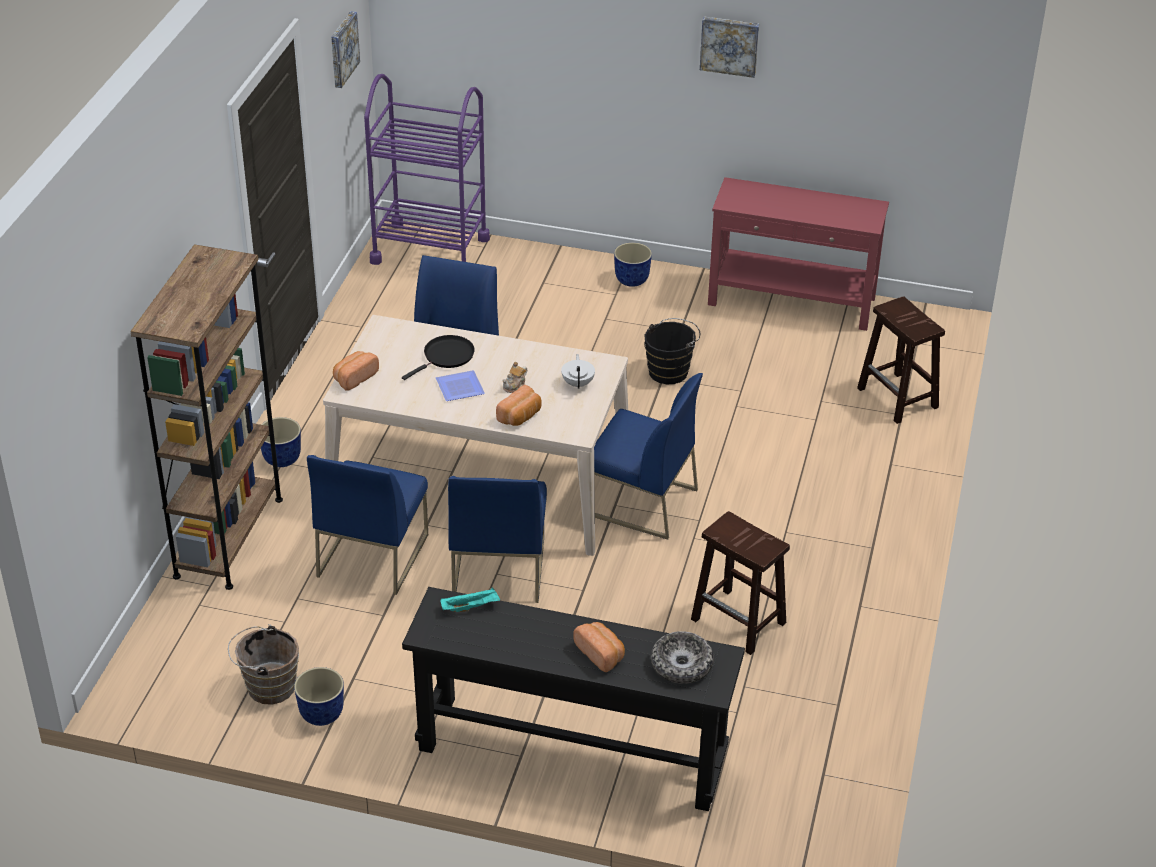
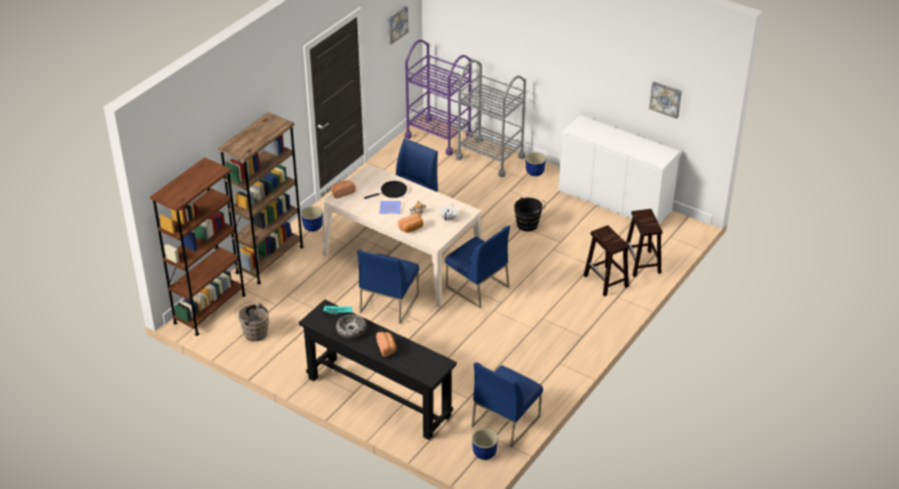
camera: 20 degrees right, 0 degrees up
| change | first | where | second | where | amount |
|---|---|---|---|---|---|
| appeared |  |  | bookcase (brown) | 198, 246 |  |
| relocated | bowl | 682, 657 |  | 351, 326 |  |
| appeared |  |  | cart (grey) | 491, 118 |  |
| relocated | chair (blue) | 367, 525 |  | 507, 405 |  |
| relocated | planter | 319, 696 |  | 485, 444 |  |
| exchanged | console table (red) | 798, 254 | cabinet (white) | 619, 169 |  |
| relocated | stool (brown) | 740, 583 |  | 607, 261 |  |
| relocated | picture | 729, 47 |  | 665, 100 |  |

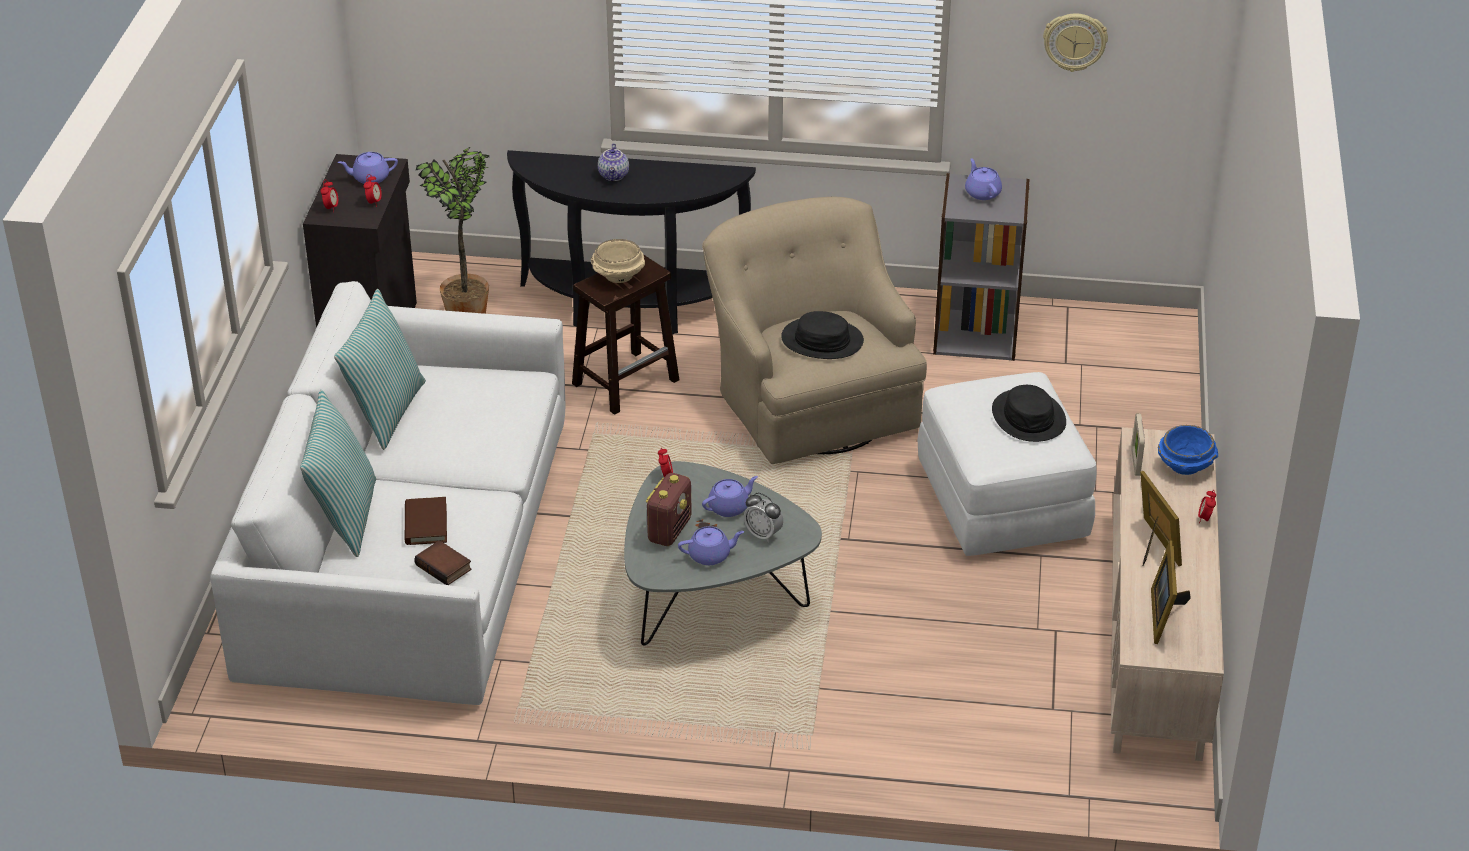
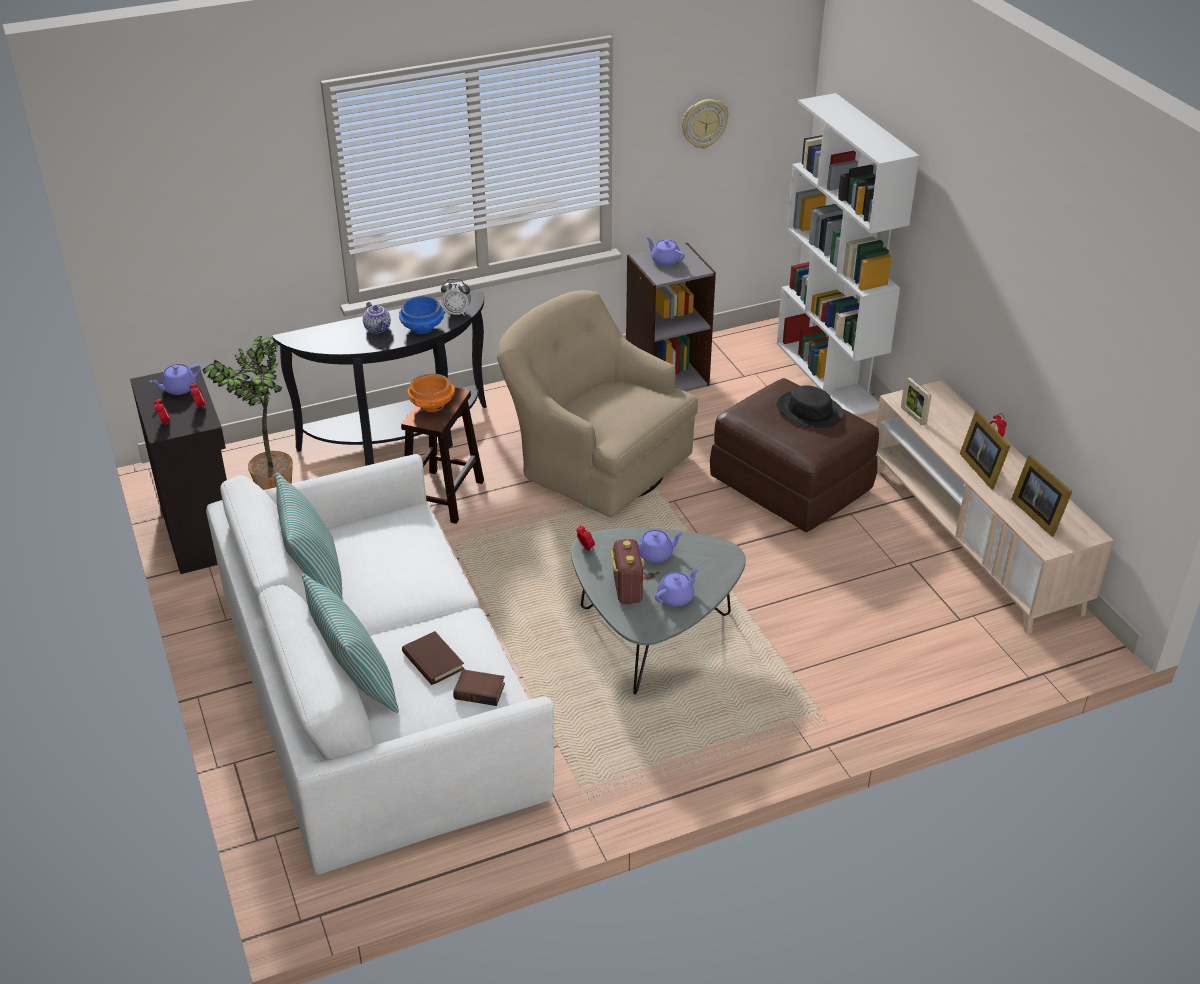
camera: 30 degrees left, 0 degrees up
| change | first | where | second | where | amount |
|---|---|---|---|---|---|
| relocated | bowl (blue) | 1188, 450 |  | 422, 315 |  |
| colour | bowl (beige) | 618, 261 | bowl (orange) | 431, 393 |  |
| relocated | alarm clock | 763, 517 |  | 456, 297 |  |
| spun | teapot (purple) | 730, 496 |  | 661, 546 | 45 degrees clockwise |
| colour | ottoman (white) | 1007, 464 | ottoman (brown) | 794, 455 |  |
| appeared |  |  | bookcase (white) | 848, 254 |  |
| spun | picture frame | 1161, 518 |  | 985, 450 | 150 degrees counterclockwise |
| missing | hat (black) | 822, 335 |  |  |  |

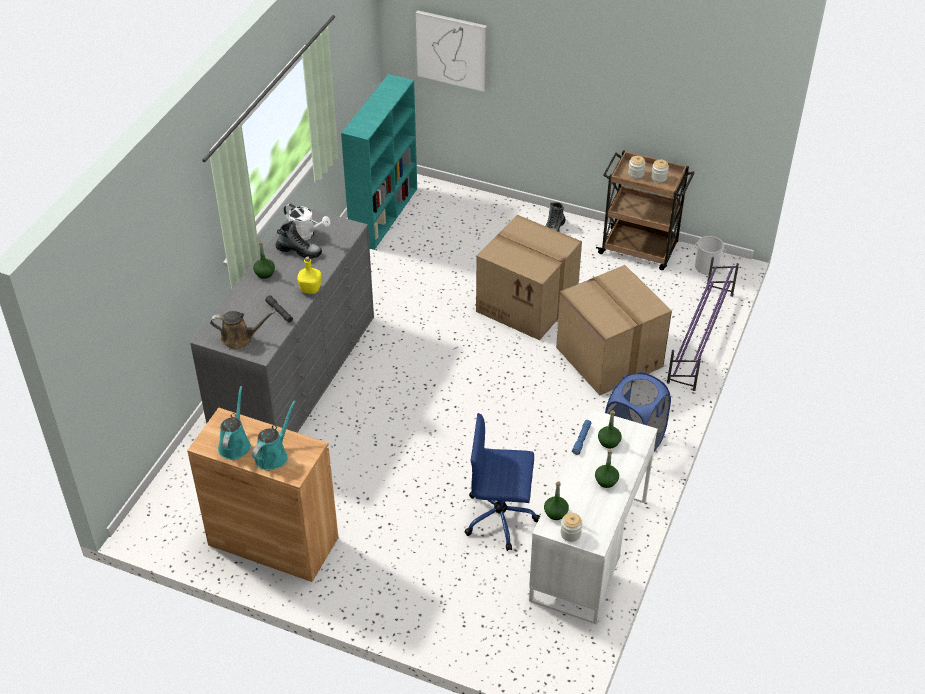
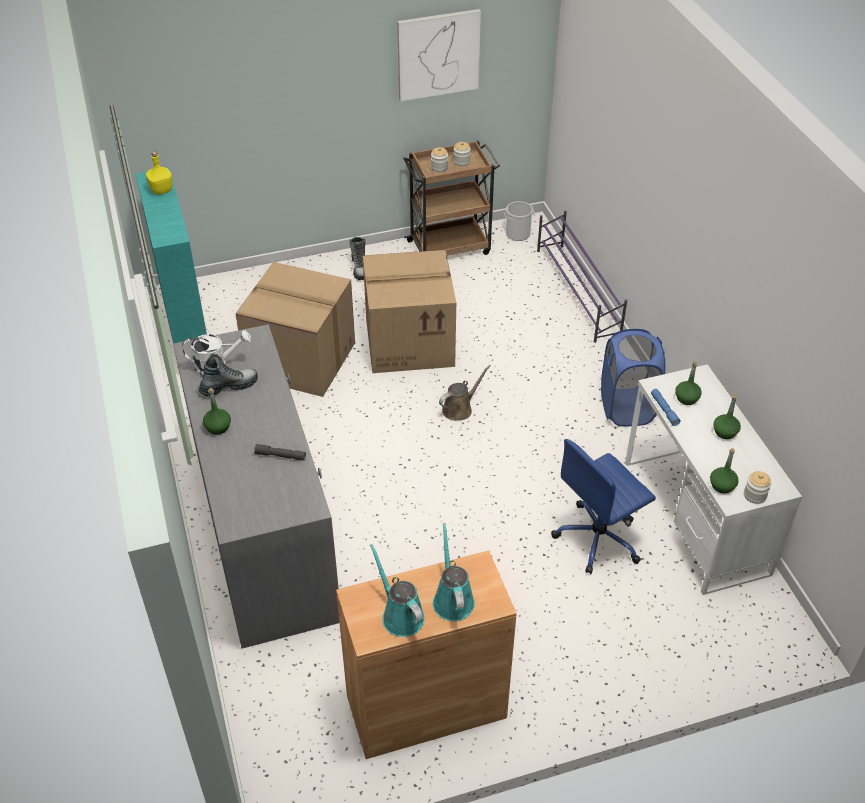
camera: 40 degrees left, 0 degrees up
| change | first | where | second | where | amount |
|---|---|---|---|---|---|
| relocated | bottle (yellow) | 309, 275 |  | 159, 173 |  |
| relocated | cardboard box | 614, 330 |  | 295, 329 |  |
| relocated | picture | 451, 51 |  | 439, 55 |  |
| relocated | watering can (brown) | 242, 330 |  | 465, 393 |  |

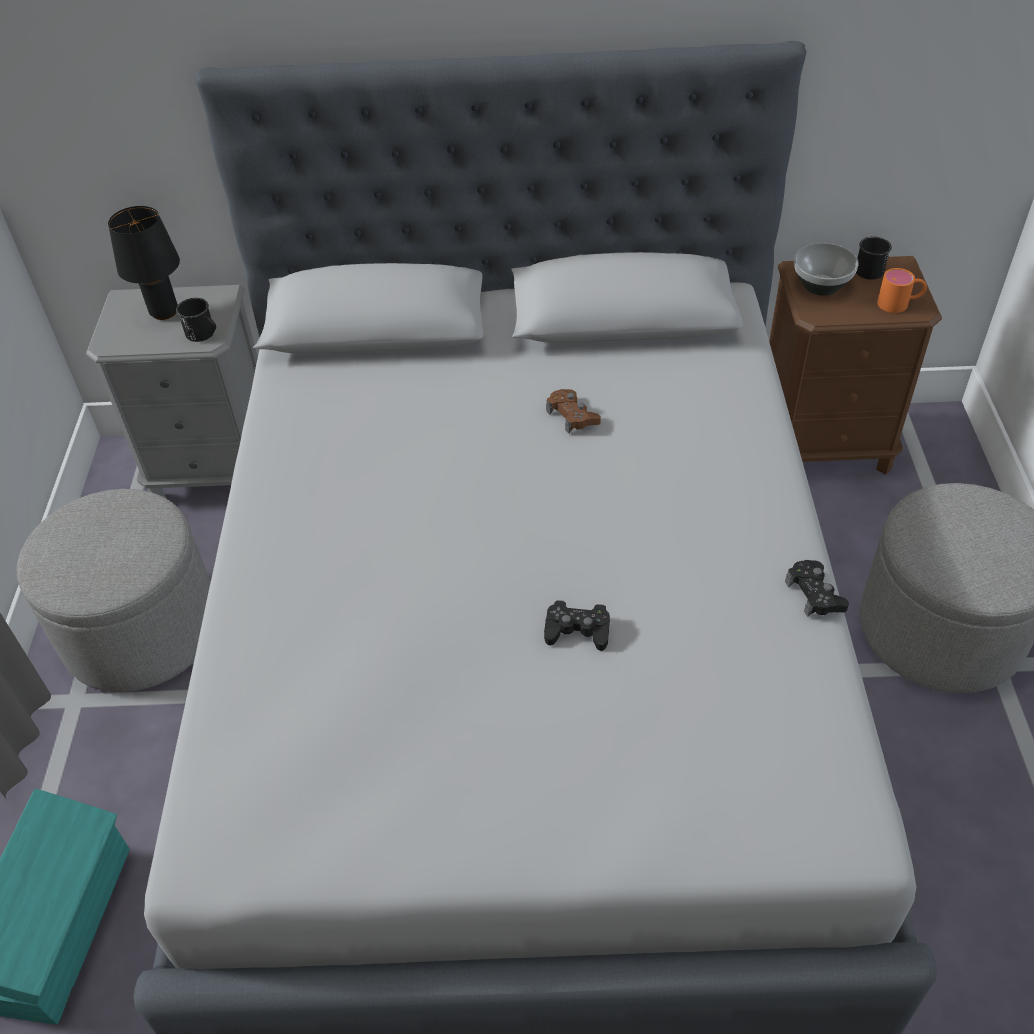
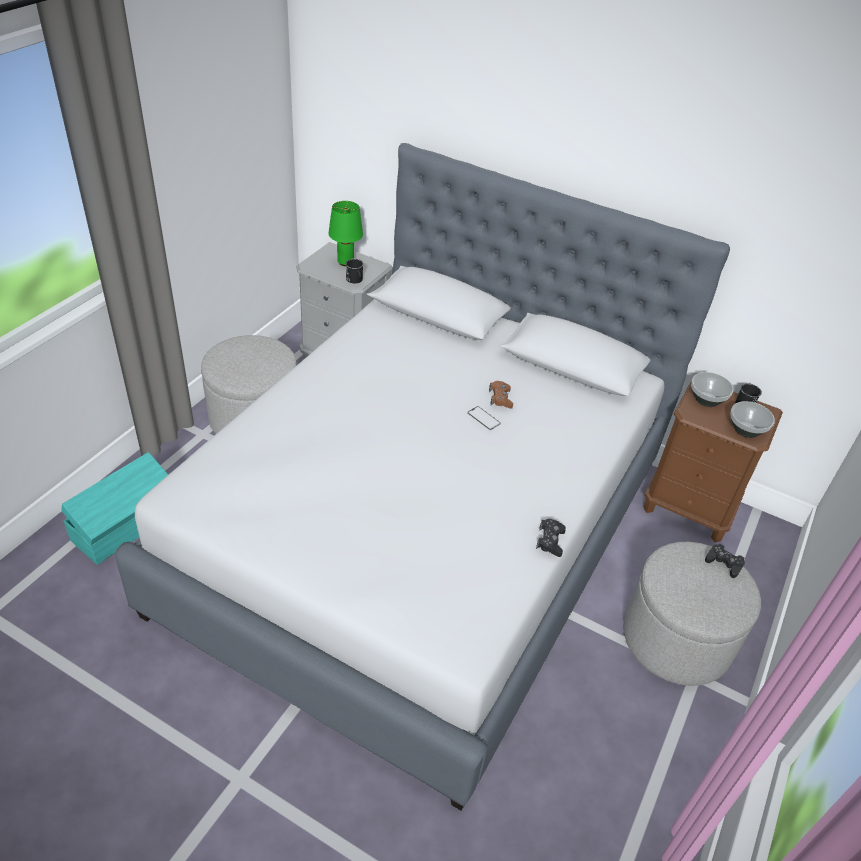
camera: 25 degrees right, 5 degrees down
| change | first | where | second | where | amount |
|---|---|---|---|---|---|
| colour | table lamp (black) | 144, 263 | table lamp (green) | 345, 233 |  |
| appeared |  |  | phone | 484, 418 |  |
| relocated | game controller (black) | 577, 625 |  | 725, 561 |  |
| exchanged | mug (orange) | 902, 290 | bowl | 752, 419 |  |

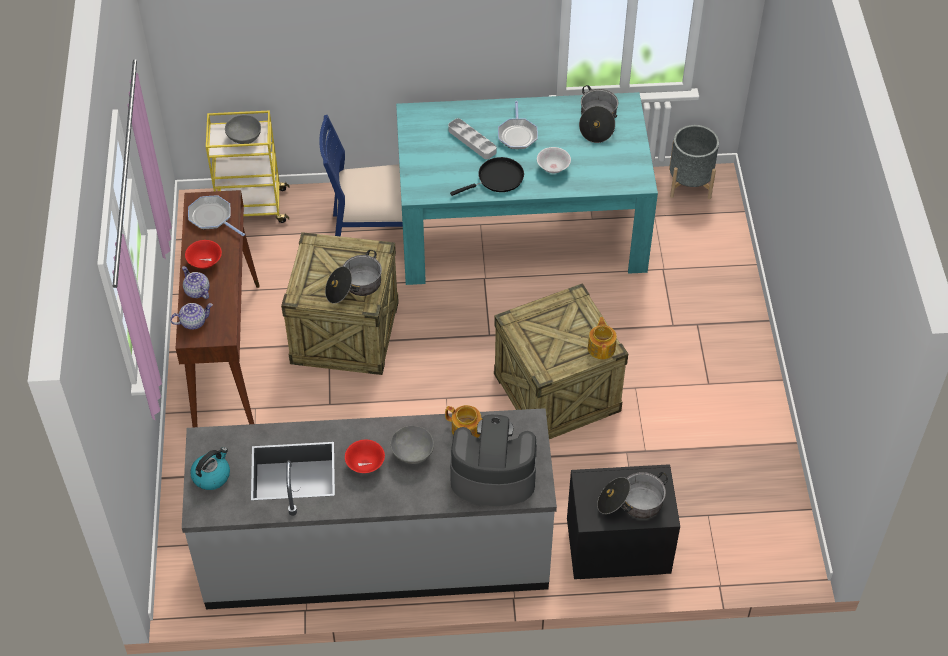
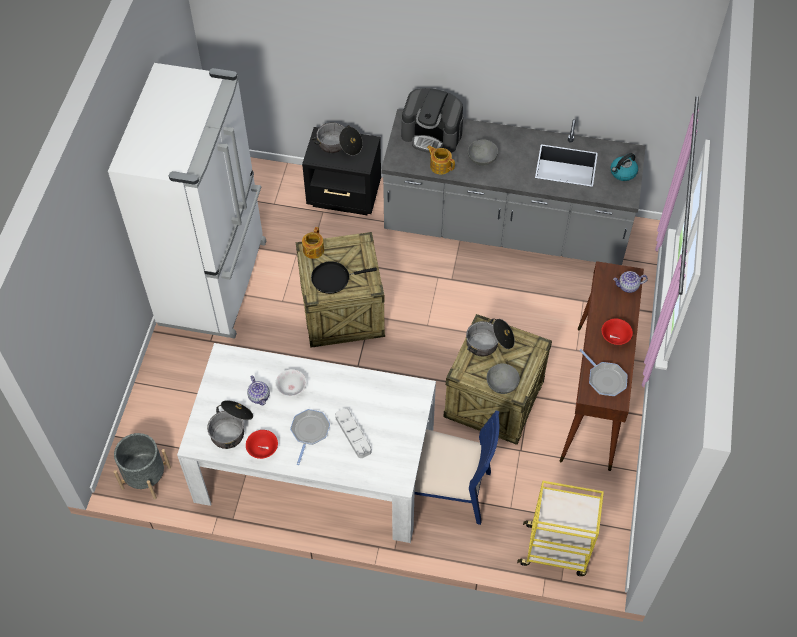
camera: 165 degrees left, 5 degrees up
| change | first | where | second | where | amount |
|---|---|---|---|---|---|
| appeared |  |  | fridge (white) | 187, 201 |  |
| colour | dining table (turquoise) | 527, 188 | dining table (white) | 306, 443 |  |
| relocated | bowl (red) | 365, 456 |  | 262, 444 |  |
| relocated | teapot | 195, 282 |  | 258, 390 |  |
| relocated | frying pan (black) | 487, 176 |  | 344, 277 |  |
| relocated | bowl (grey) | 243, 129 |  | 503, 378 |  |

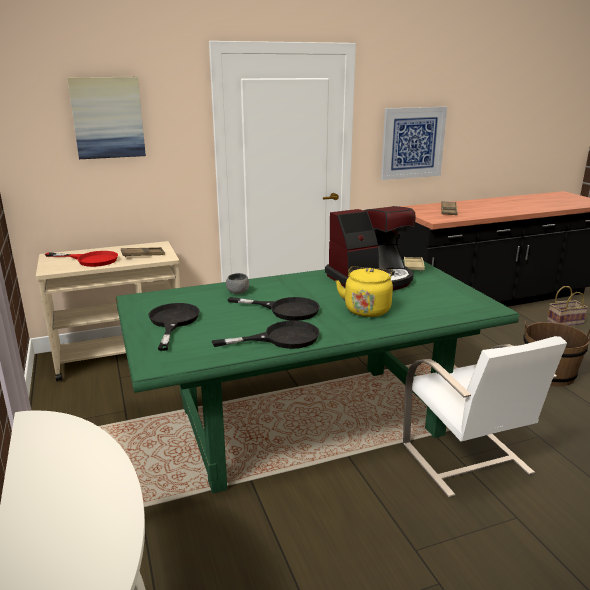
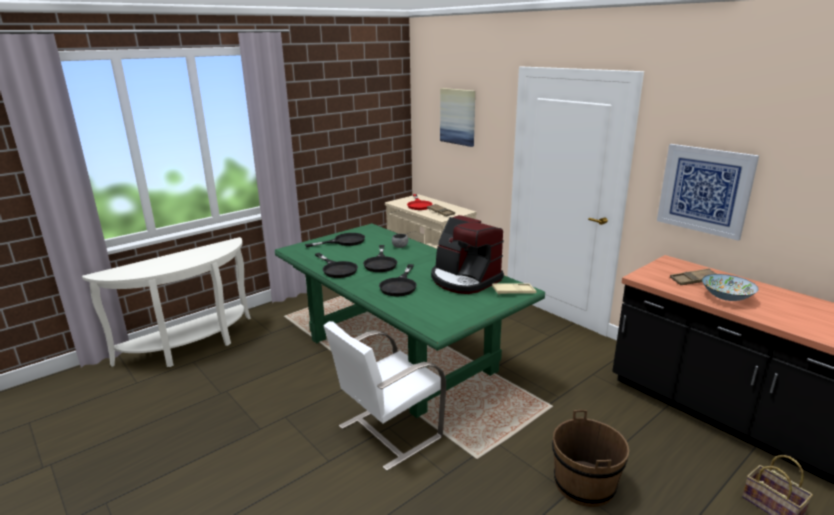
camera: 70 degrees right, 0 degrees up
| change | first | where | second | where | amount |
|---|---|---|---|---|---|
| exchanged | kettle (yellow) | 365, 292 | frying pan (black) | 398, 280 |  |
| appeared |  |  | bowl | 730, 287 |  |

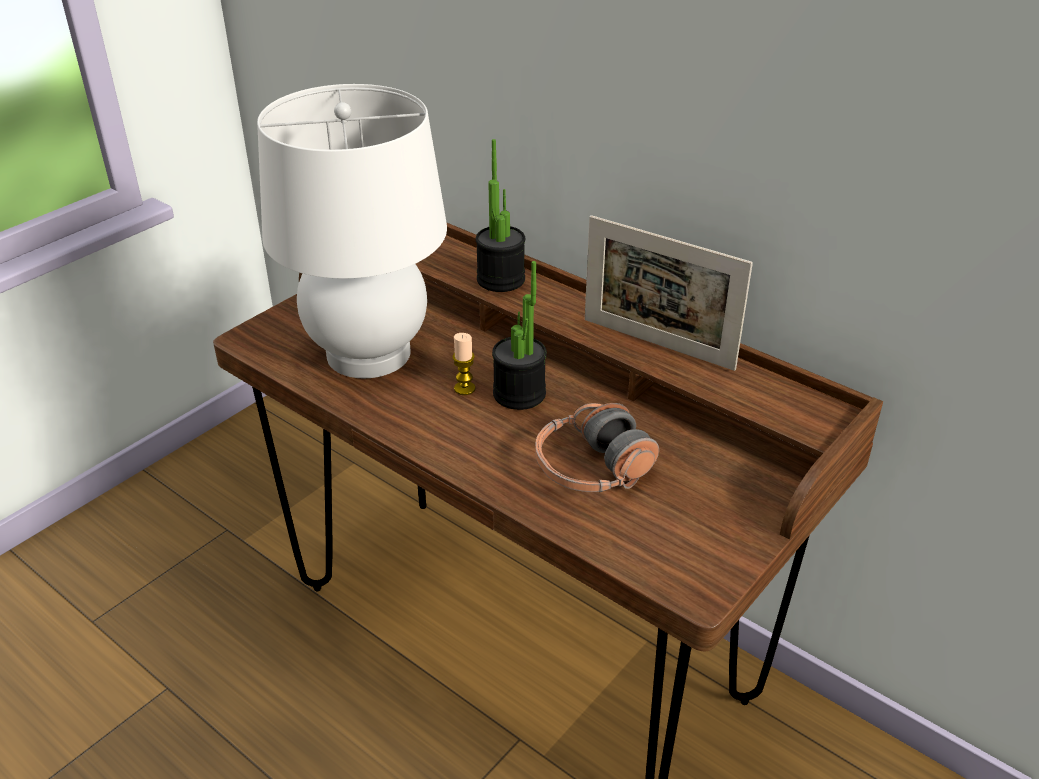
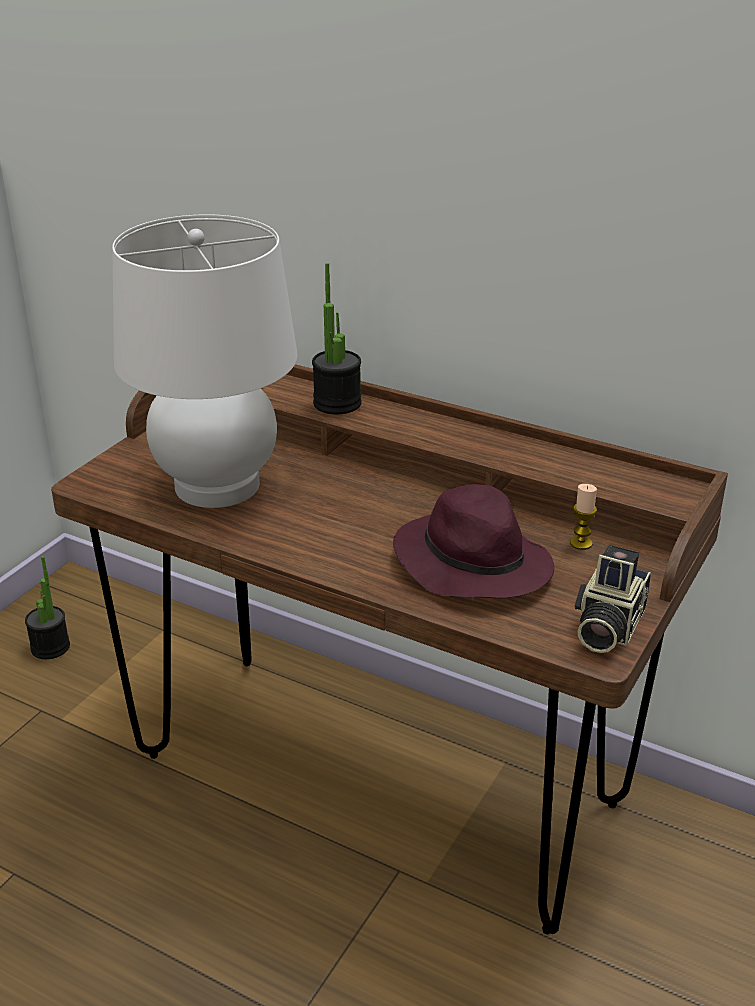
camera: 10 degrees left, 5 degrees down
| change | first | where | second | where | amount |
|---|---|---|---|---|---|
| relocated | potted plant | 519, 335 |  | 47, 607 |  |
| exchanged | headphones | 597, 447 | hat (purple) | 473, 541 |  |
| relocated | candle | 464, 364 |  | 583, 517 |  |
| appeared |  |  | photo camera | 613, 599 |  |
| missing | picture frame | 669, 293 |  |  |  |

